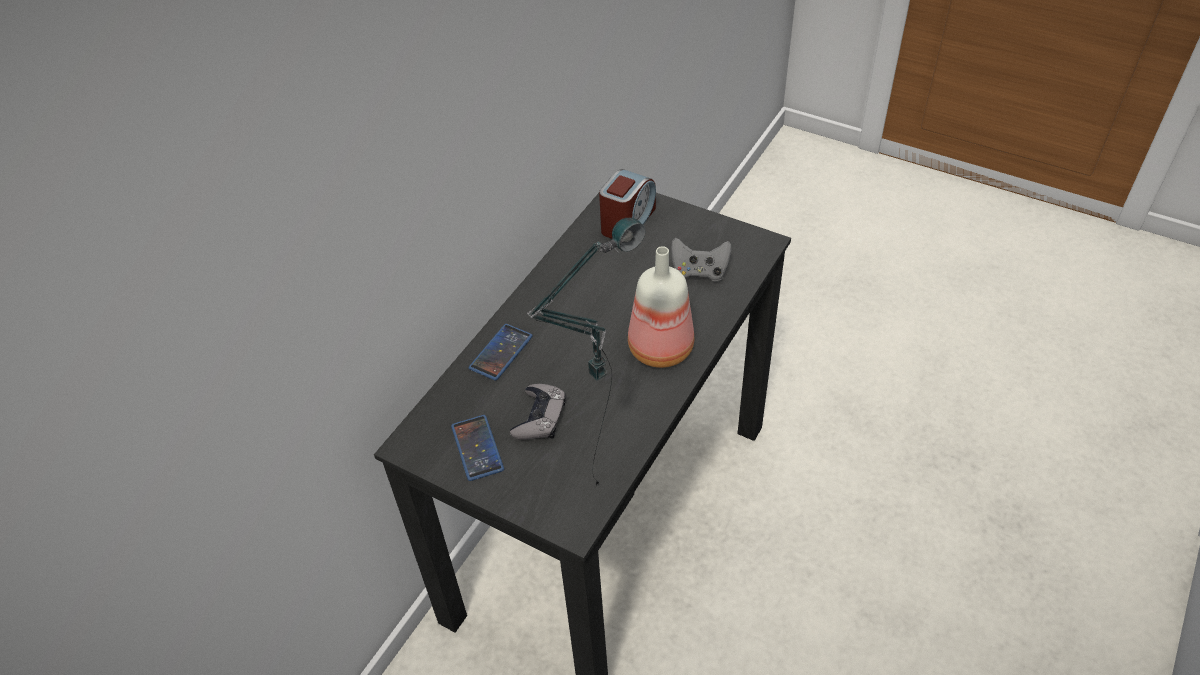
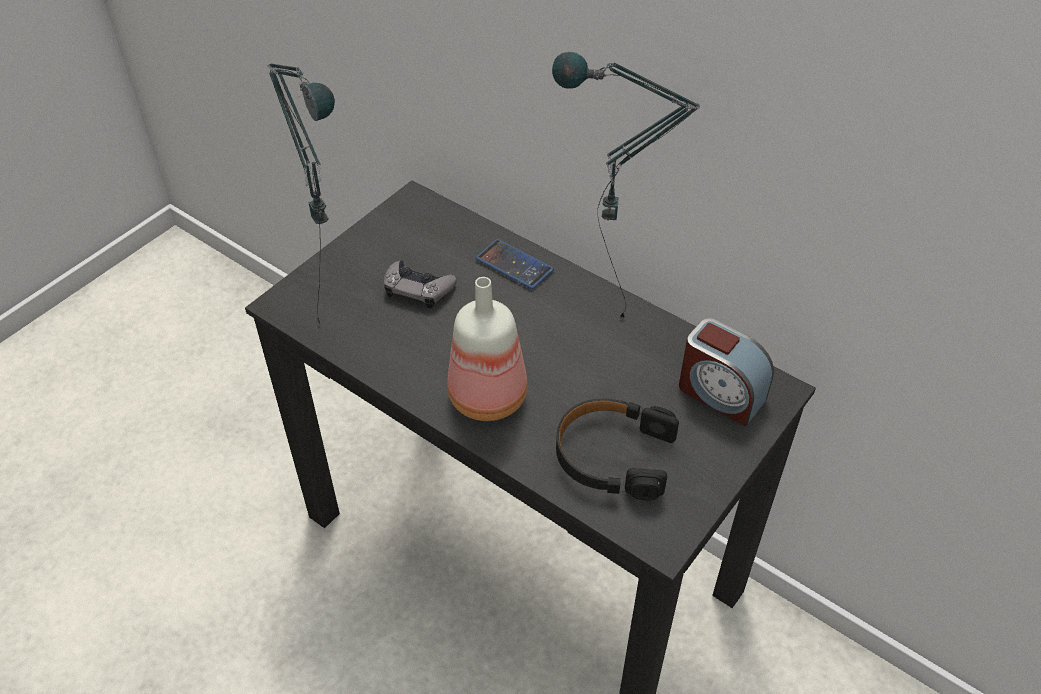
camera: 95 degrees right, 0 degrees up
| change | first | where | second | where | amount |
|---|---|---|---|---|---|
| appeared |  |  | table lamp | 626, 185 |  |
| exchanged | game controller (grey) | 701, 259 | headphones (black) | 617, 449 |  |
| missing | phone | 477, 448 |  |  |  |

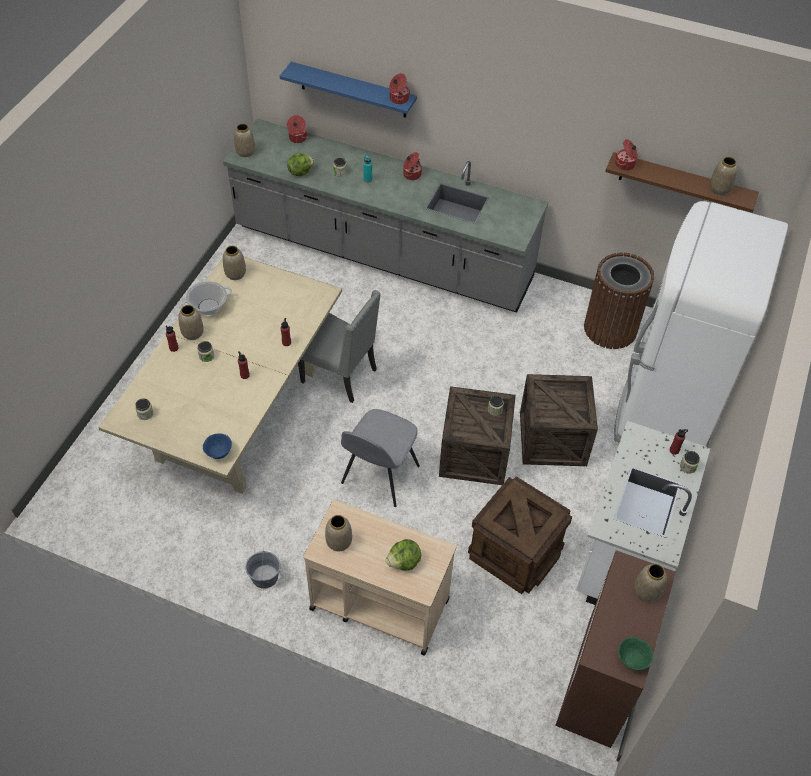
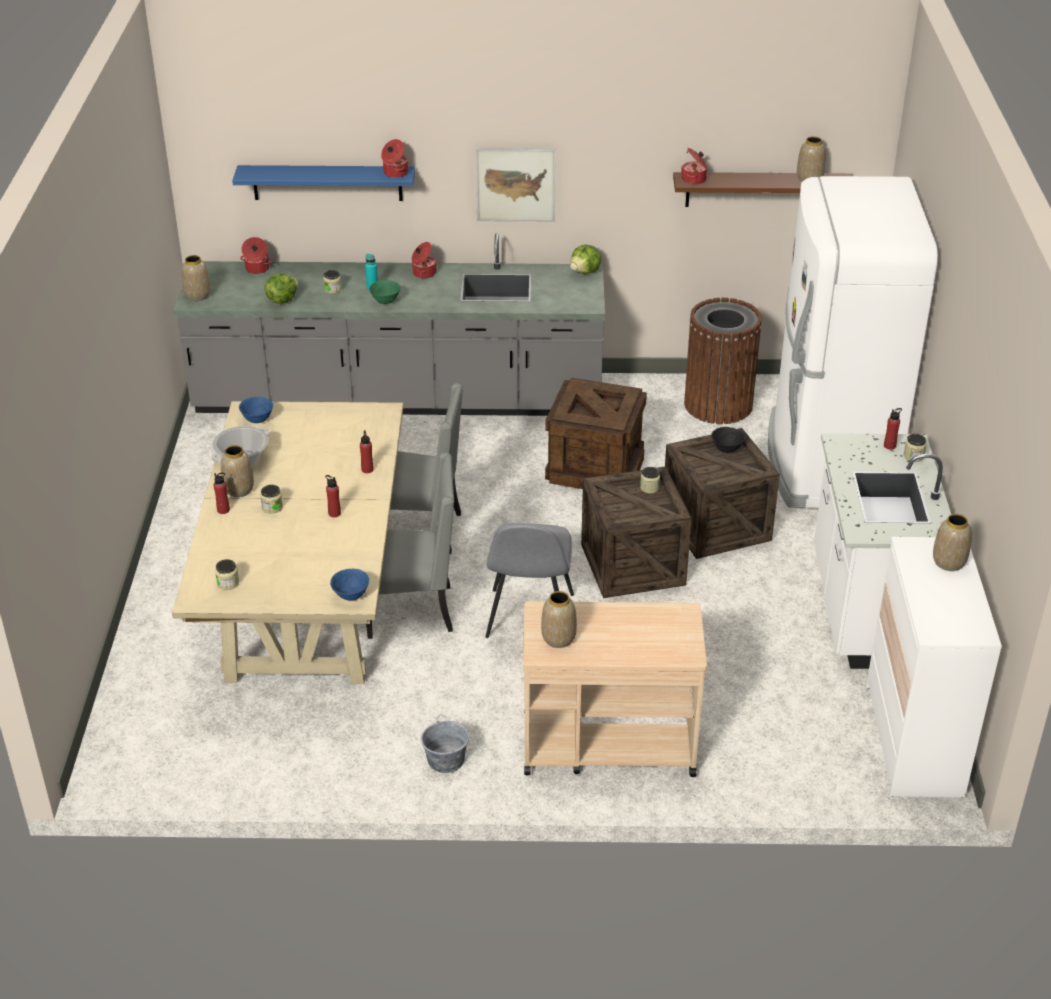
camera: 20 degrees left, 15 degrees down
| change | first | where | second | where | amount |
|---|---|---|---|---|---|
| exchanged | vase | 234, 263 | bowl (blue) | 256, 409 |  |
| appeared |  |  | chair (grey) | 410, 545 |  |
| relocated | bowl (green) | 635, 653 |  | 385, 292 |  |
| appeared |  |  | picture | 515, 185 |  |
| relocated | crate | 520, 535 |  | 596, 433 |  |
| relocated | lettuce | 403, 555 |  | 586, 259 |  |
| appeared |  |  | bowl (black) | 728, 440 |  |
| colour | dresser (brown) | 615, 649 | dresser (white) | 934, 667 |  |

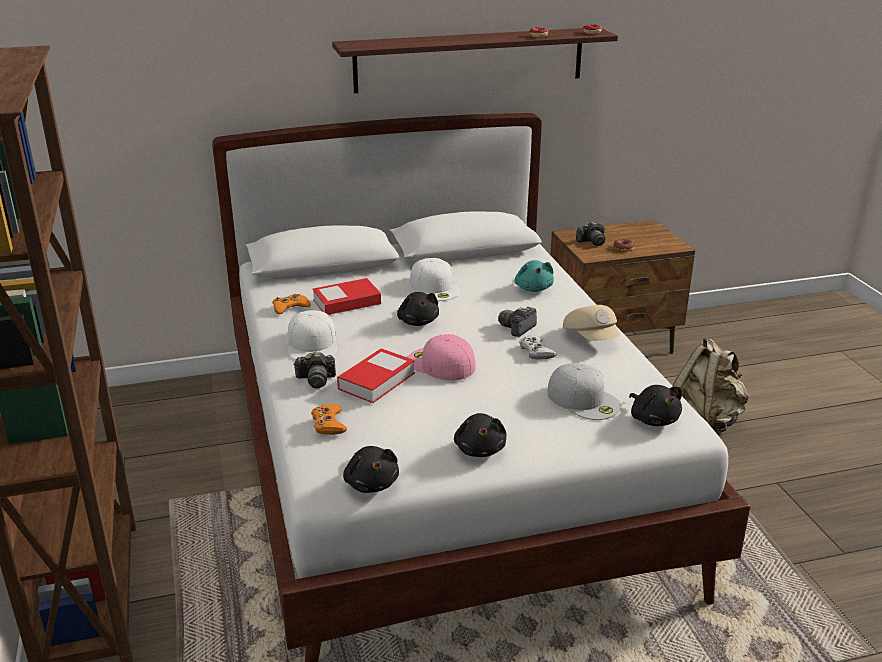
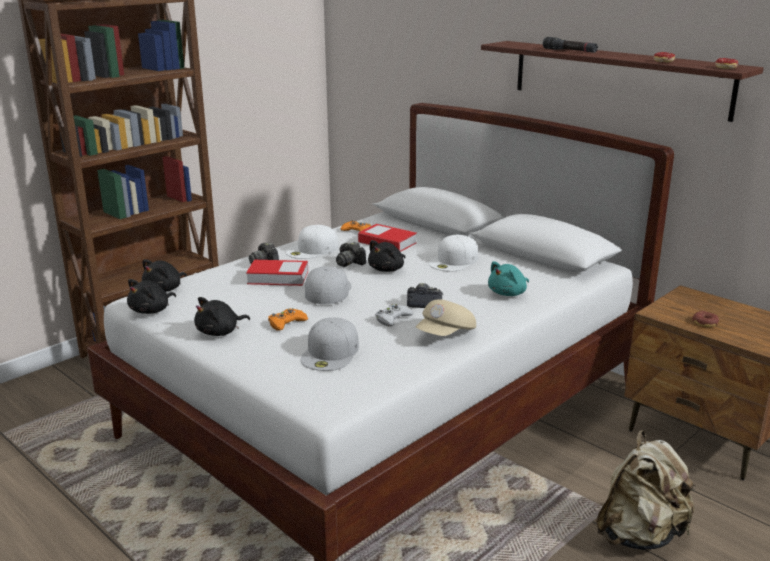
camera: 60 degrees right, 5 degrees down
| change | first | where | second | where | amount |
|---|---|---|---|---|---|
| relocated | plush toy (black) | 655, 405 |  | 164, 275 |  |
| relocated | game controller (orange) | 329, 419 |  | 288, 319 |  |
| colour | cap (pink) | 441, 357 | cap (white) | 328, 285 |  |
| relocated | photo camera | 590, 234 |  | 351, 254 |  |
| appeared |  |  | flashlight (black) | 570, 45 |  |

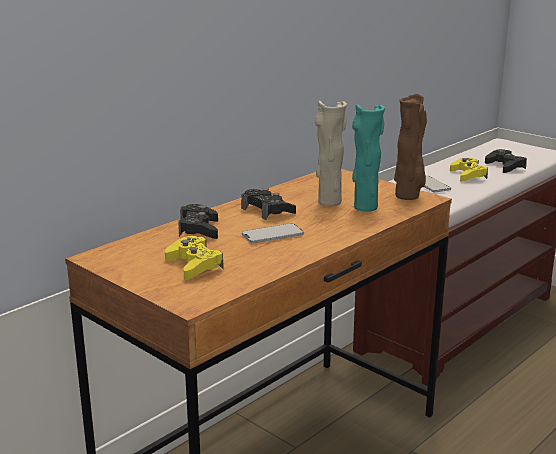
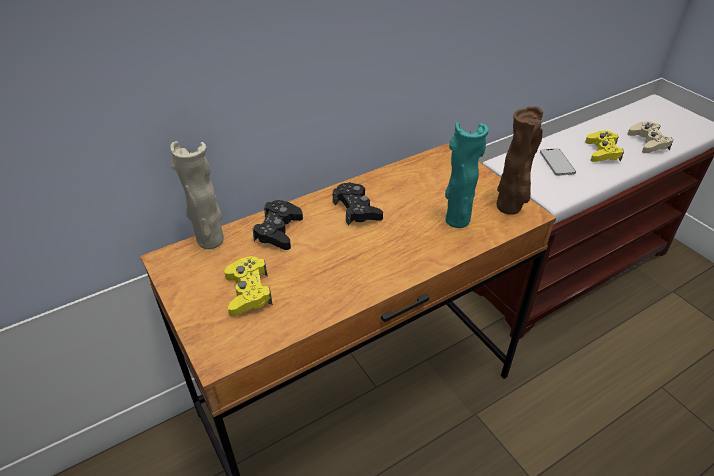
camera: 15 degrees right, 20 degrees up
| change | first | where | second | where | amount |
|---|---|---|---|---|---|
| relocated | vase (beige) | 331, 153 |  | 197, 195 |  |
| colour | game controller (black) | 506, 161 | game controller (beige) | 650, 137 |  |
| missing | phone | 273, 233 |  |  |  |

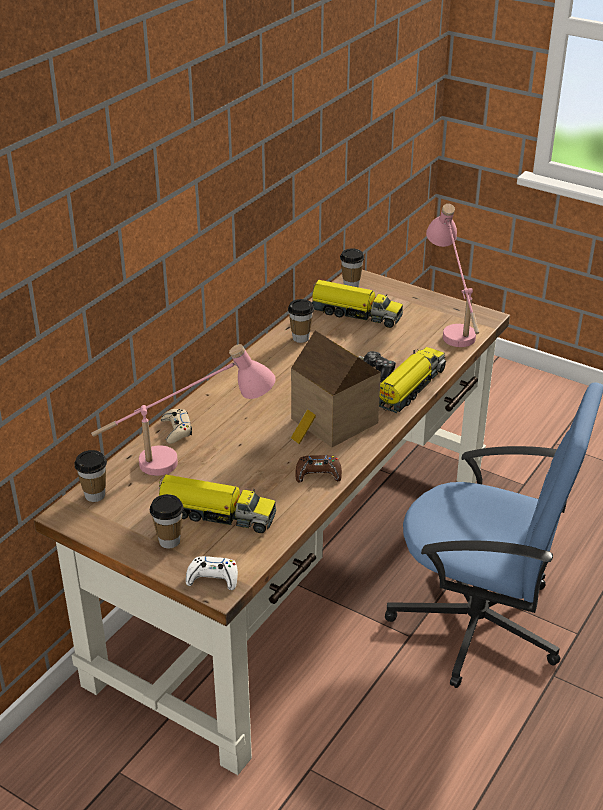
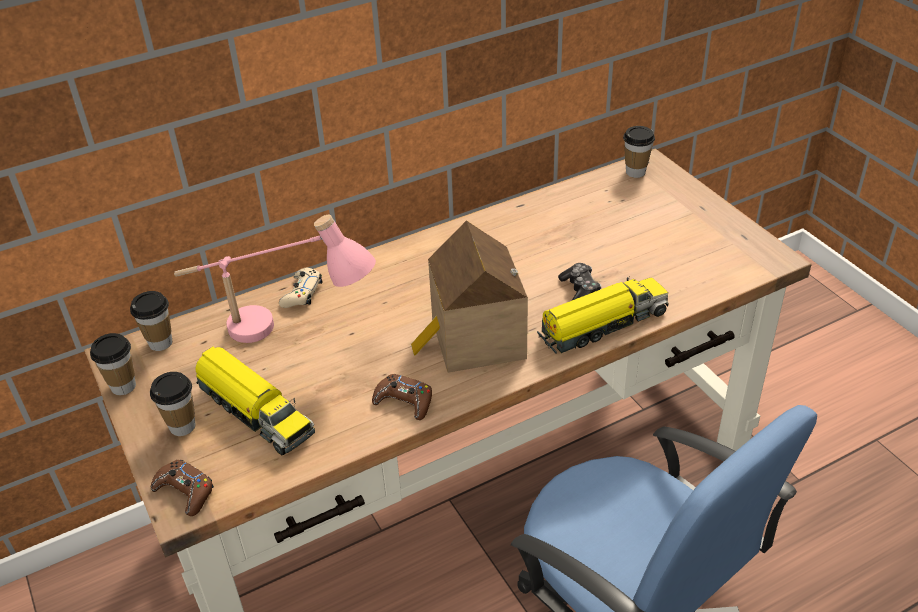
camera: 30 degrees right, 5 degrees up
| change | first | where | second | where | amount |
|---|---|---|---|---|---|
| relocated | cup | 301, 321 |  | 113, 364 |  |
| colour | game controller (white) | 212, 573 | game controller (brown) | 182, 488 |  |
| missing | toy truck | 357, 304 |  |  |  |
| missing | table lamp (pink) | 452, 275 |  |  |  |

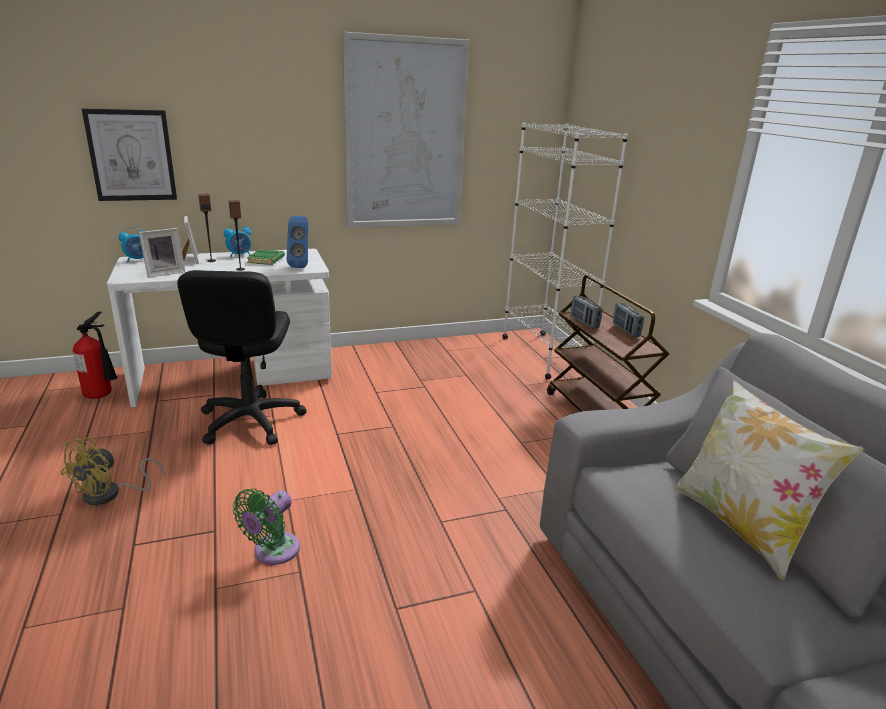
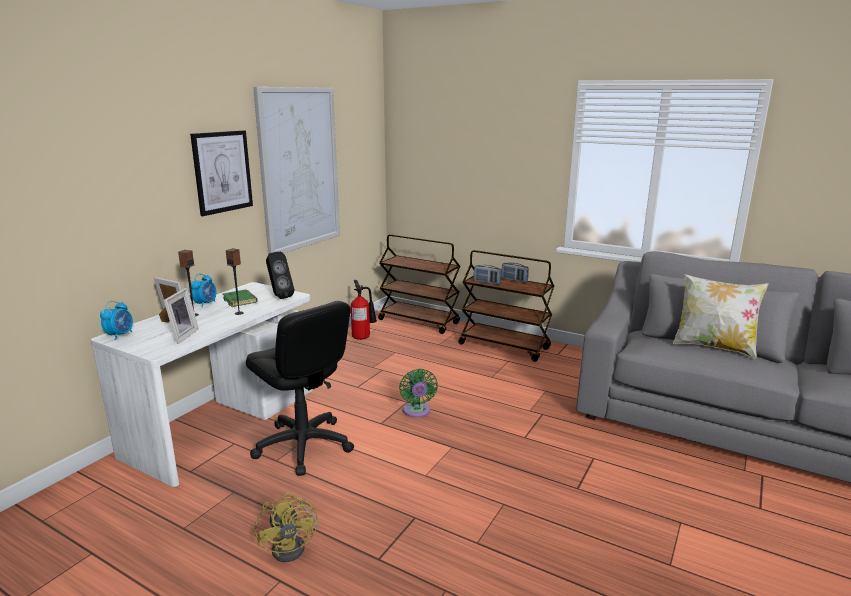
camera: 40 degrees left, 5 degrees down
| change | first | where | second | where | amount |
|---|---|---|---|---|---|
| relocated | picture | 129, 155 |  | 221, 173 |  |
| colour | speaker (blue) | 297, 242 | speaker (black) | 280, 275 |  |
| relocated | fire extinguisher | 95, 355 |  | 364, 310 |  |
| exchanged | bookcase (white) | 565, 251 | cart (brown) | 419, 284 |  |
| relocated | fan (green) | 266, 526 |  | 418, 393 |  |

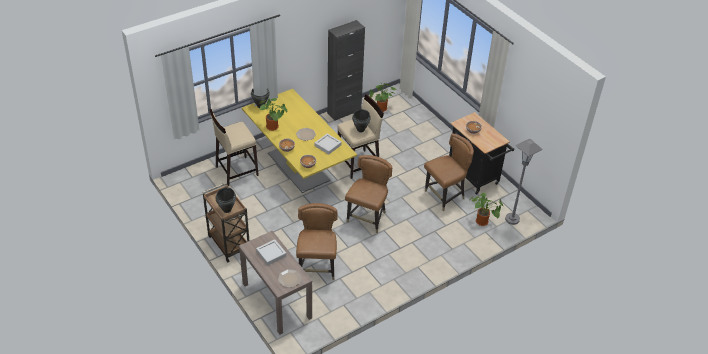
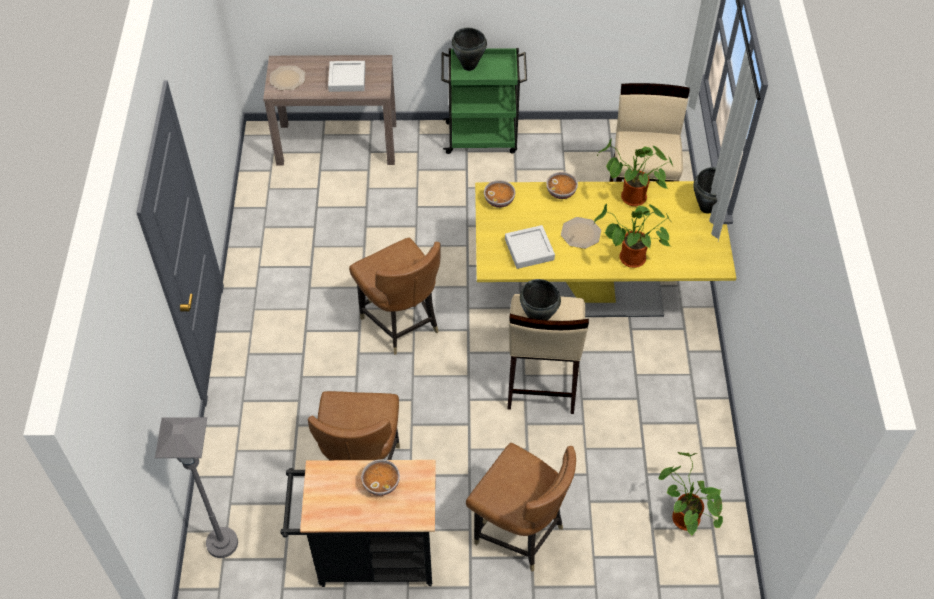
camera: 125 degrees right, 10 degrees up
| change | first | where | second | where | amount |
|---|---|---|---|---|---|
| colour | cart (brown) | 226, 222 | cart (green) | 484, 101 |  |
| relocated | chair (brown) | 317, 241 |  | 521, 507 |  |
| relocated | potted plant | 487, 209 |  | 632, 236 |  |
| missing | cabinet (black) | 346, 70 |  |  |  |

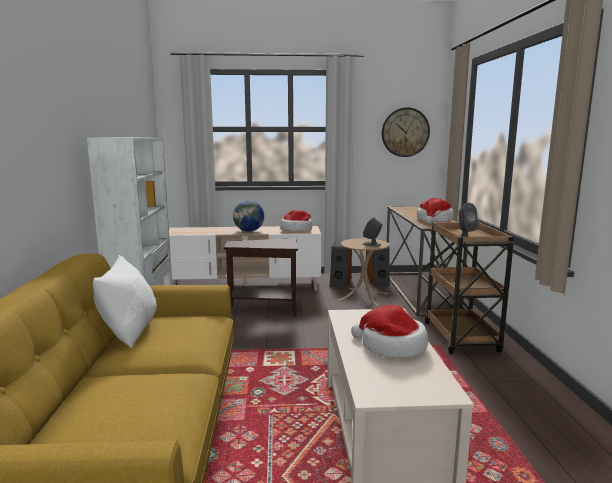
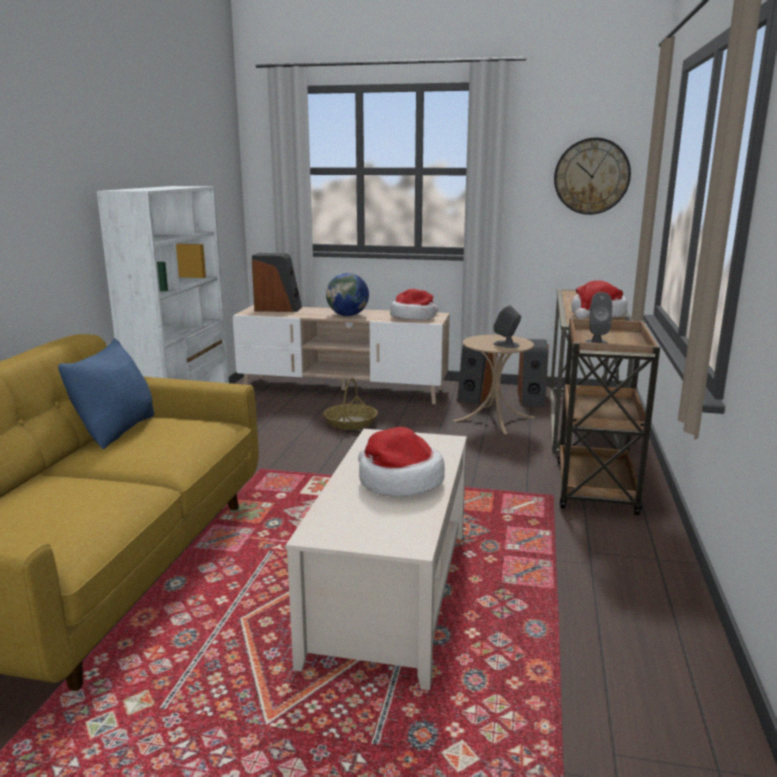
camera: 15 degrees right, 5 degrees up
| change | first | where | second | where | amount |
|---|---|---|---|---|---|
| colour | pillow (white) | 125, 301 | pillow (blue) | 106, 394 |  |
| appeared |  |  | speaker | 277, 282 |  |
| exchanged | side table (brown) | 261, 277 | basket | 351, 404 |  |

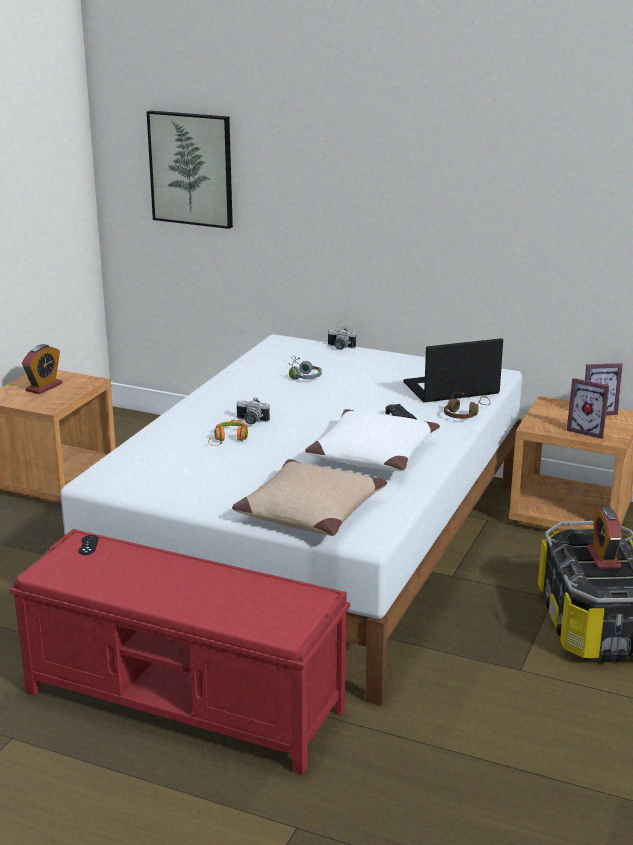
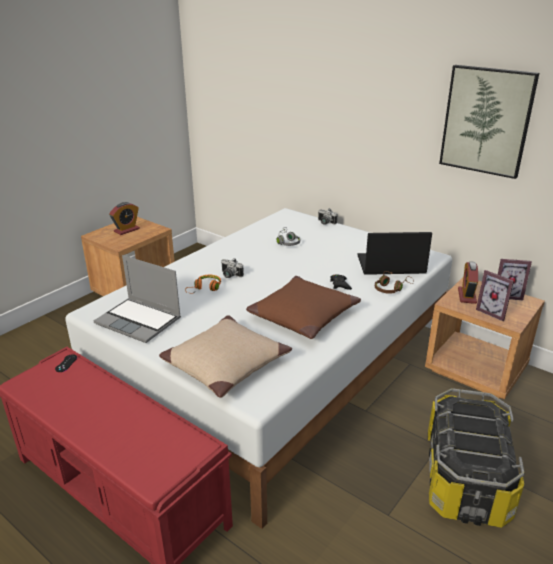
camera: 15 degrees right, 5 degrees up
| change | first | where | second | where | amount |
|---|---|---|---|---|---|
| appeared |  |  | laptop | 137, 299 |  |
| colour | pillow (white) | 372, 440 | pillow (brown) | 303, 307 |  |
| relocated | picture | 190, 169 |  | 489, 122 |  |
| relocated | alarm clock | 604, 538 |  | 468, 282 |  |

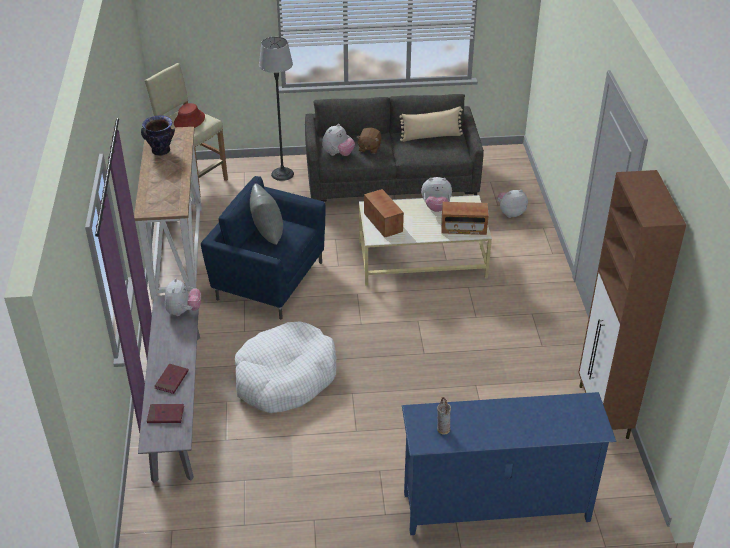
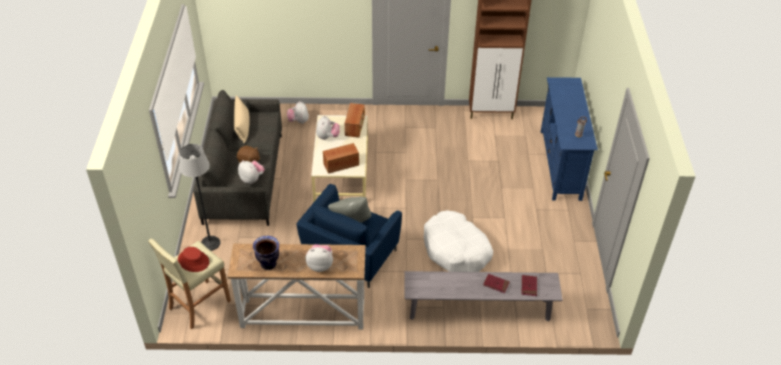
camera: 85 degrees left, 5 degrees up
| change | first | where | second | where | amount |
|---|---|---|---|---|---|
| relocated | plush toy | 183, 297 |  | 319, 258 |  |

